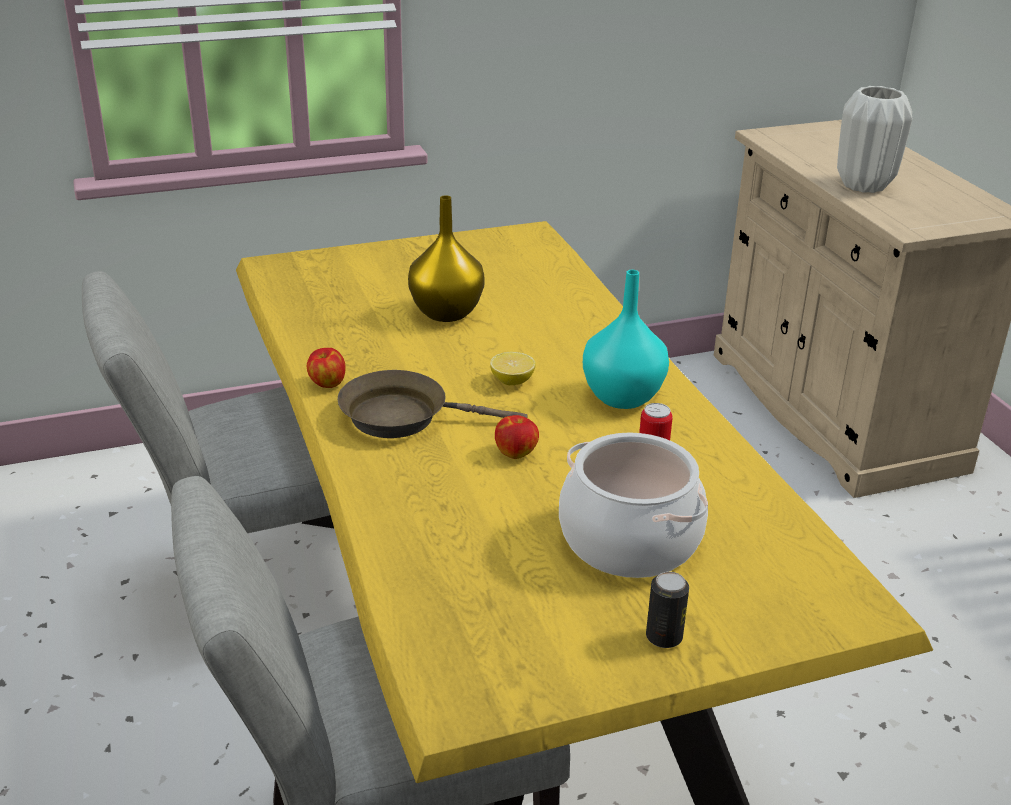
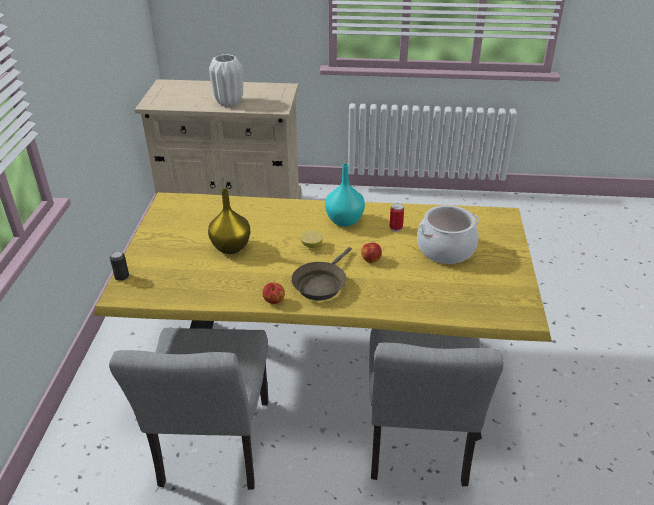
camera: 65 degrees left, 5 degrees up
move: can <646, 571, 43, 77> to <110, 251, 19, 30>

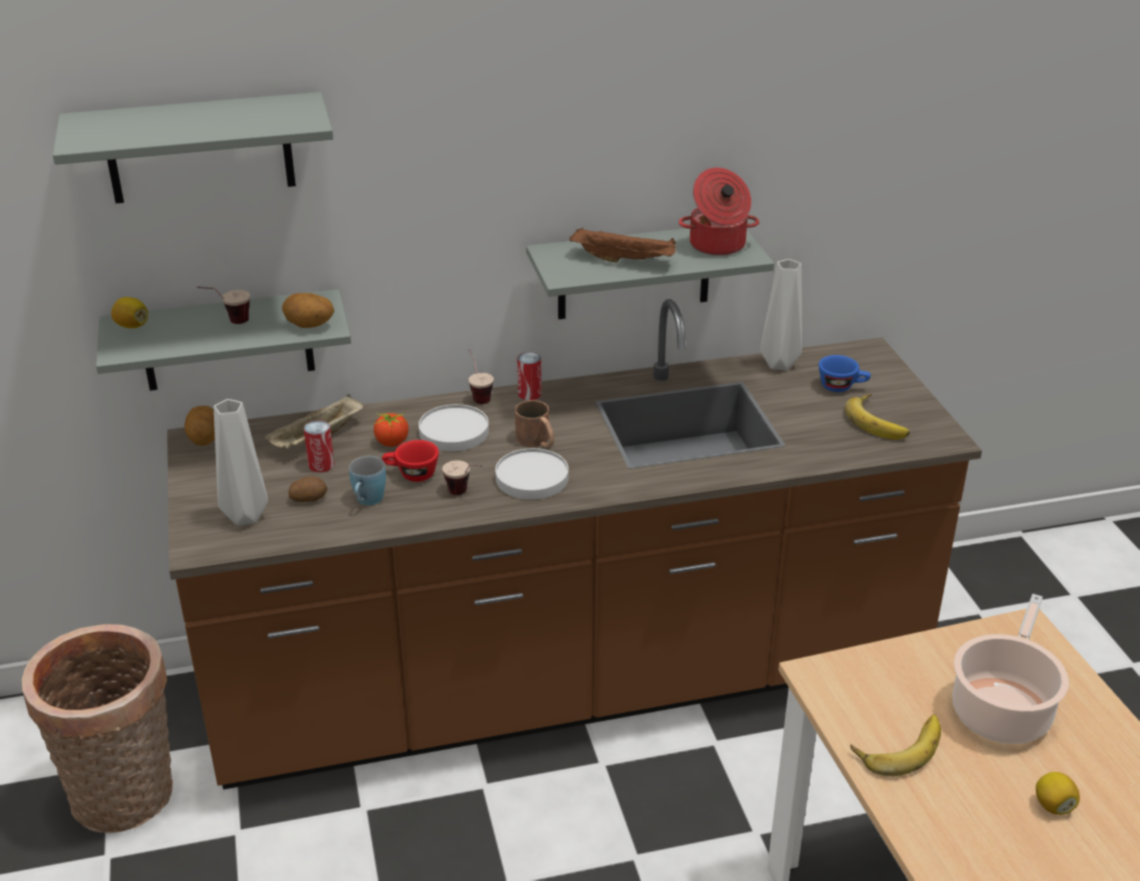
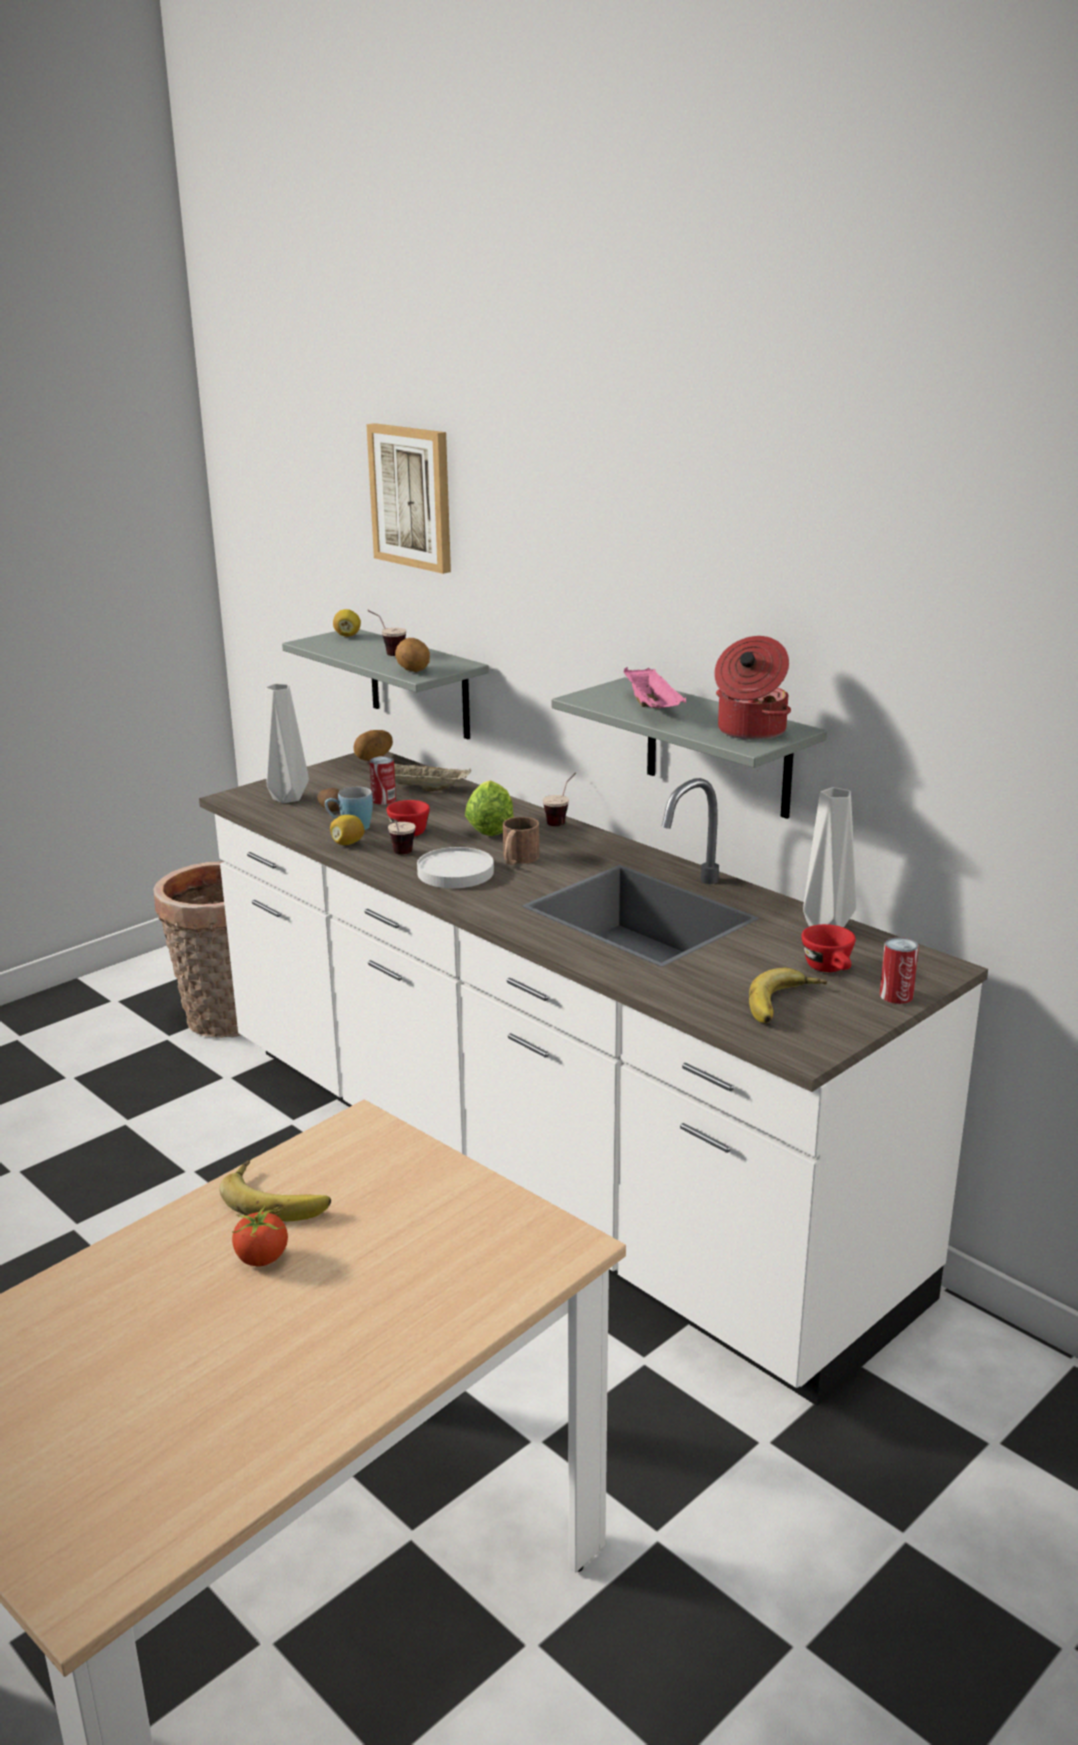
camera: 60 degrees right, 10 degrees down
delete: cooking pot <952, 594, 117, 150>
move: tomato <374, 412, 35, 35> to <232, 1204, 56, 63>; lemon <1036, 772, 44, 43> to <330, 815, 35, 30>; can <517, 352, 25, 48> to <880, 937, 39, 67>
replace: grey shelf <53, 92, 280, 111> to picture <366, 423, 85, 151>; white plate <419, 404, 70, 47> to lettuce <465, 780, 49, 56>
recolor: brown counter <167, 299, 815, 491> to white counter <199, 752, 789, 654>; brown tray <570, 227, 106, 36> to pink tray <624, 667, 62, 41>; blue cup <819, 355, 52, 37> to red cup <801, 924, 55, 48>

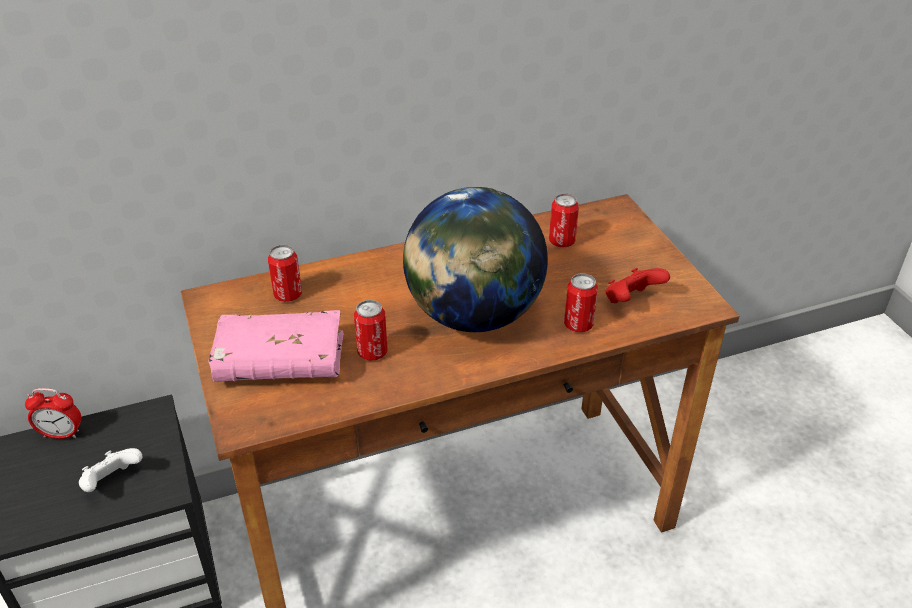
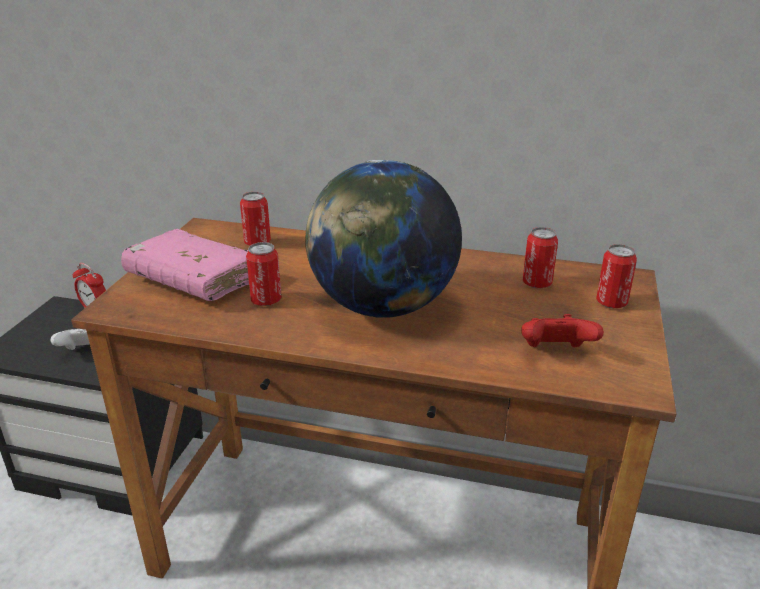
camera: 35 degrees right, 10 degrees down
move: can <564, 273, 34, 59> to <596, 244, 41, 64>

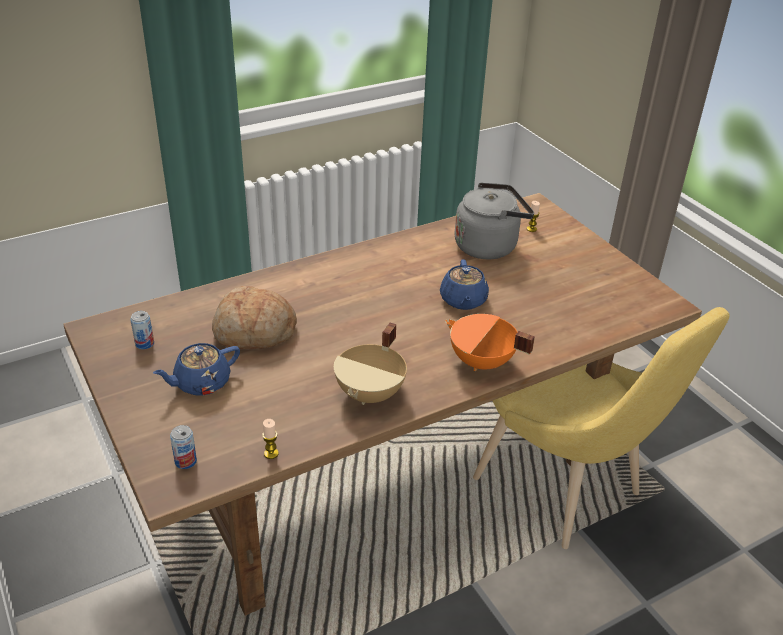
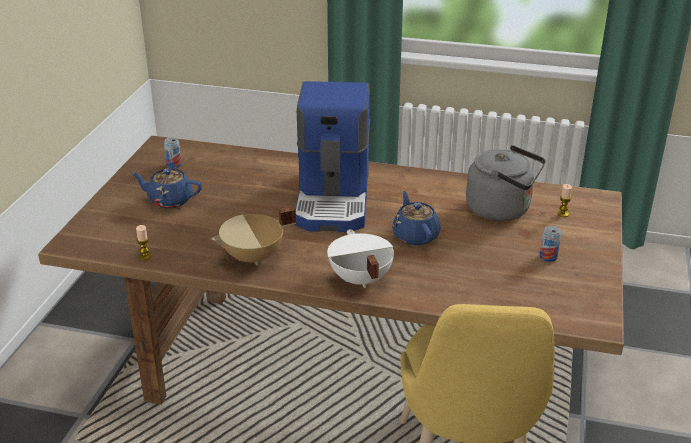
camera: 45 degrees right, 5 degrees down
delete: bread <212, 286, 85, 63>
insert: coffee machine <295, 81, 75, 151>
move: can <170, 425, 27, 44> to <540, 225, 21, 37>
recolor: orange cooking pot <445, 314, 90, 57> to white cooking pot <327, 229, 67, 59>
rotate: blue teapot <440, 259, 49, 51> = <392, 191, 49, 54> 120 degrees clockwise

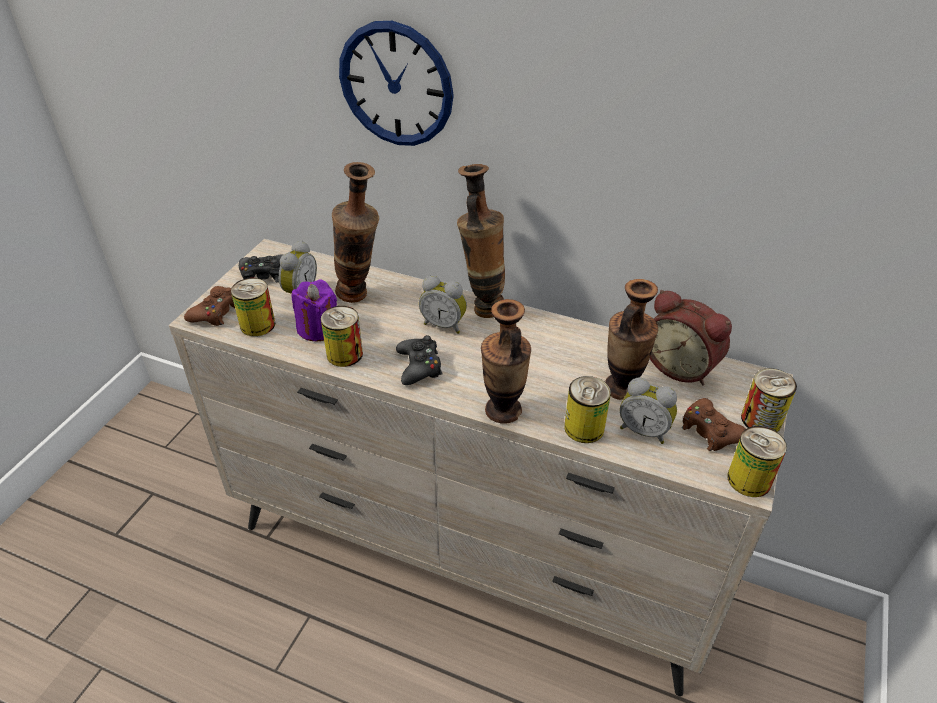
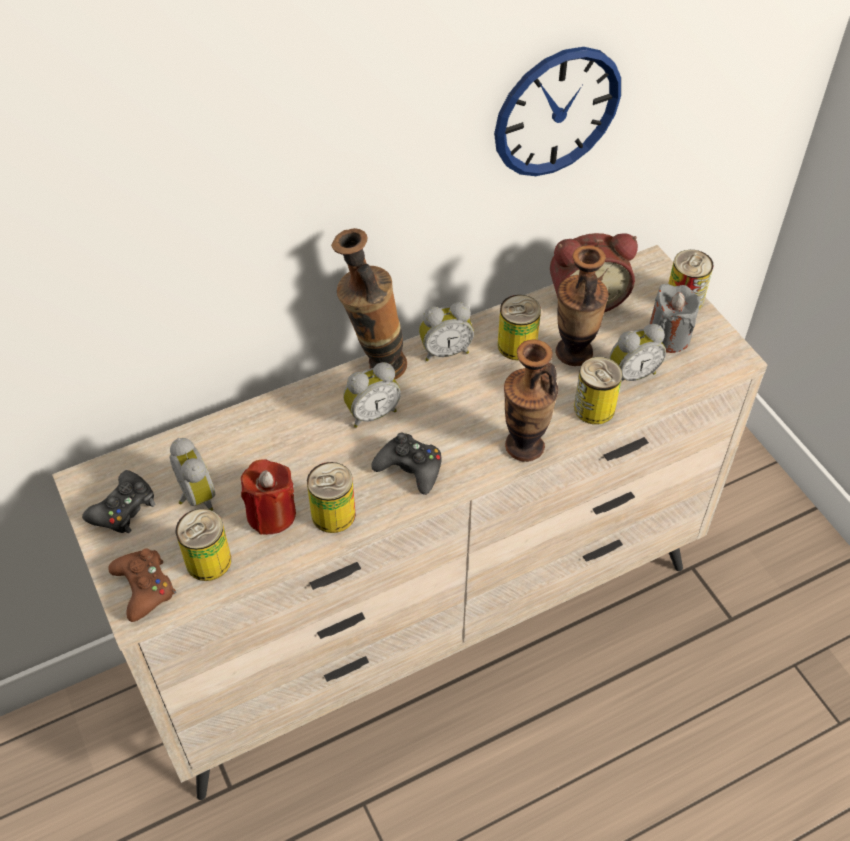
camera: 50 degrees left, 10 degrees up
delete: vase <332, 162, 47, 141>
insert: alarm clock <419, 302, 55, 59>
move: wall clock <339, 21, 115, 125> to <494, 47, 127, 129>; can <727, 426, 60, 71> to <498, 295, 43, 65>
replace: brown game controller <682, 398, 64, 53> to grey candle <649, 284, 51, 69>
recolor: purple candle <292, 279, 45, 62> to red candle <241, 459, 55, 76>

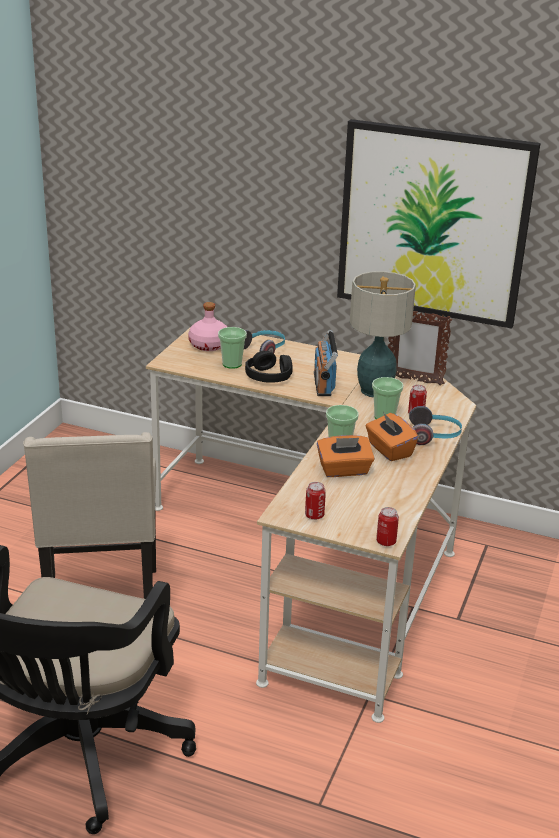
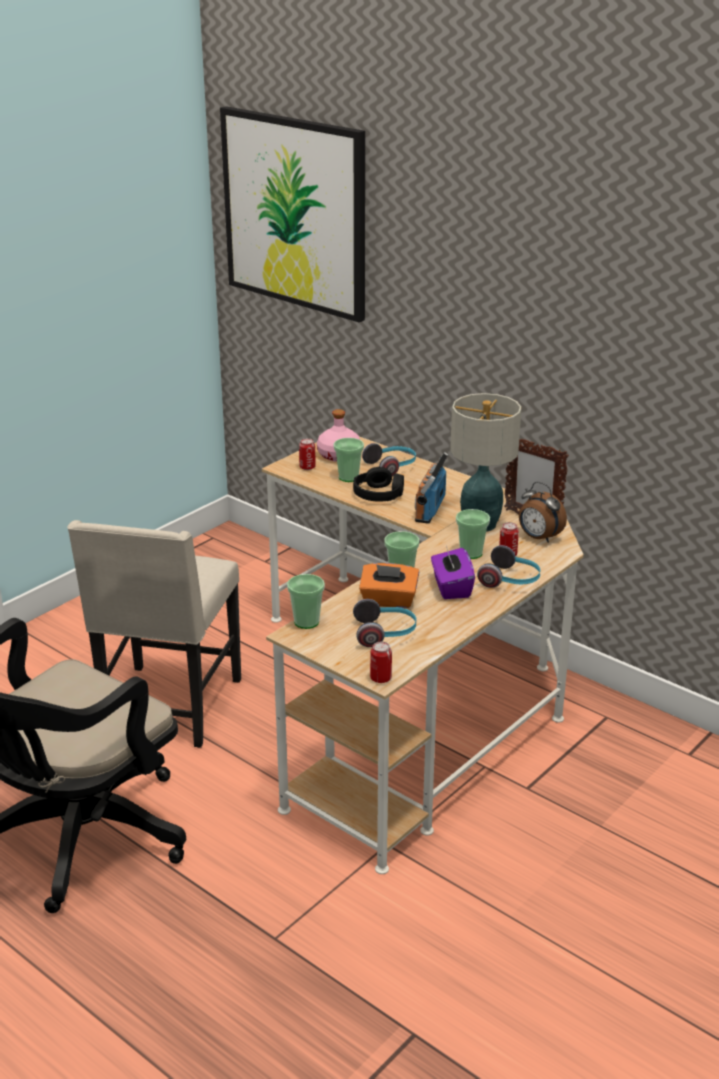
camera: 20 degrees right, 0 degrees up
insert: cup <287, 574, 38, 55>; headphones <353, 599, 63, 48>; alarm clock <519, 482, 48, 61>
move: picture <337, 119, 204, 210> to <220, 106, 145, 216>; can <305, 482, 21, 38> to <299, 438, 17, 32>
recolor: orange tissue box <366, 412, 52, 49> to purple tissue box <431, 546, 44, 53>

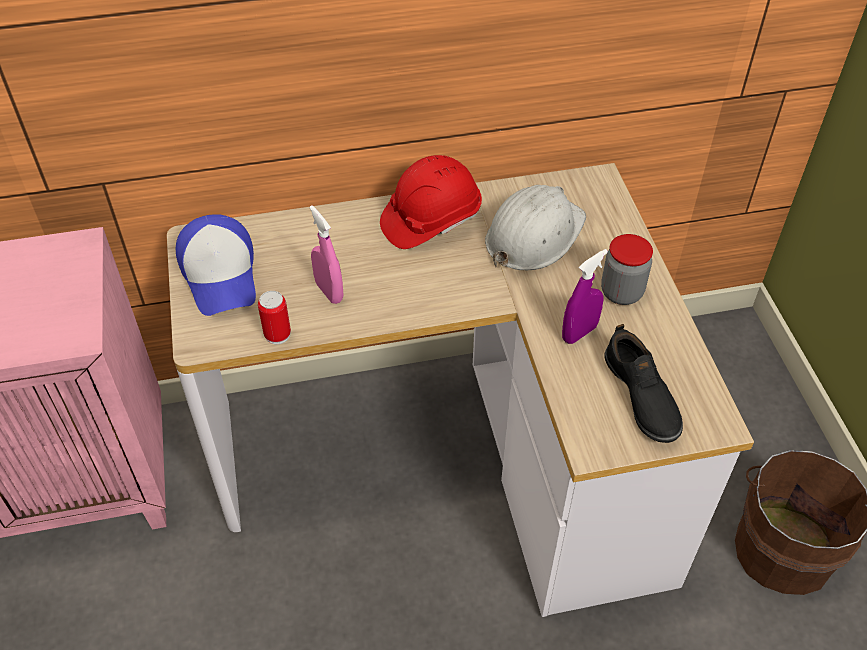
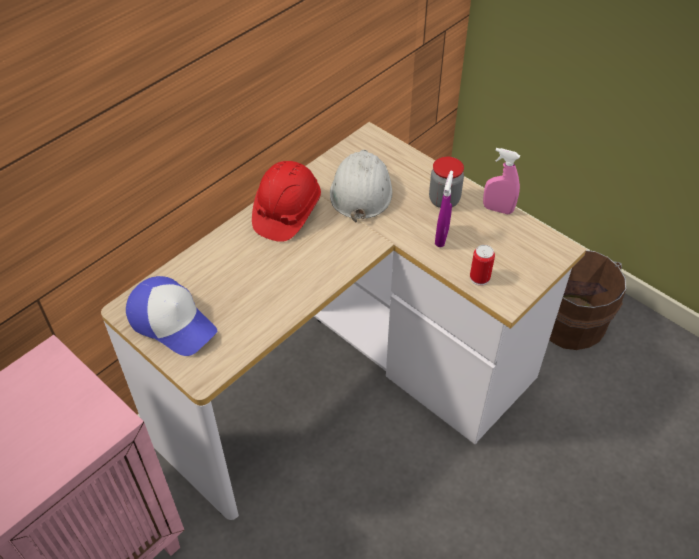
camera: 35 degrees left, 0 degrees up
delete: black shoe <604, 324, 79, 119>
move: can <258, 291, 33, 53> to <470, 245, 25, 41>; pink spray bottle <309, 206, 34, 98> to <483, 148, 37, 66>

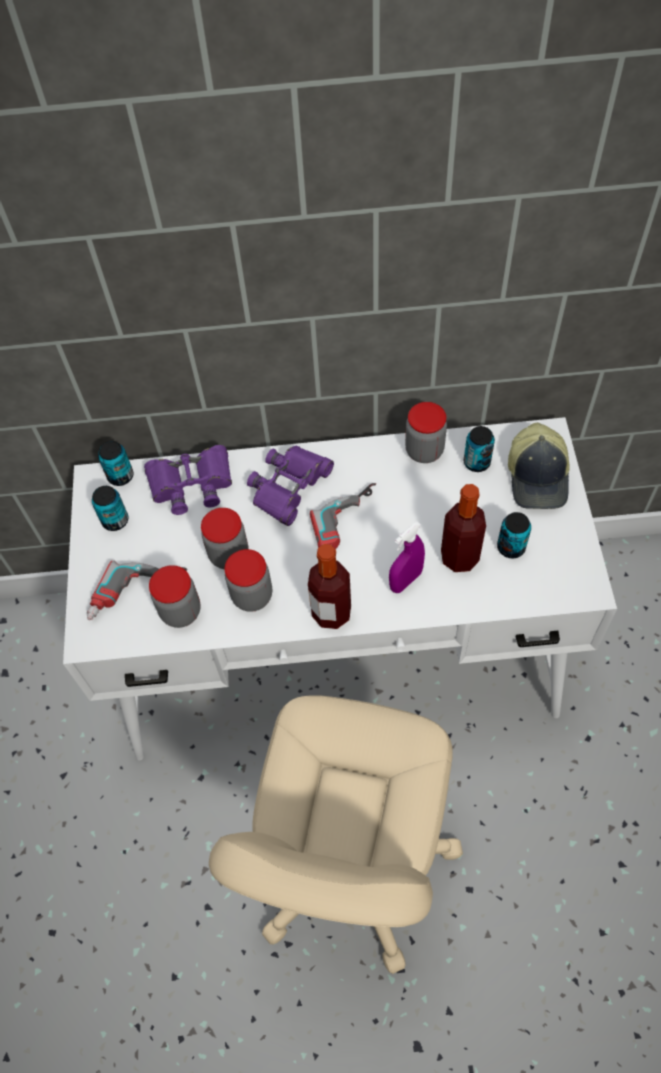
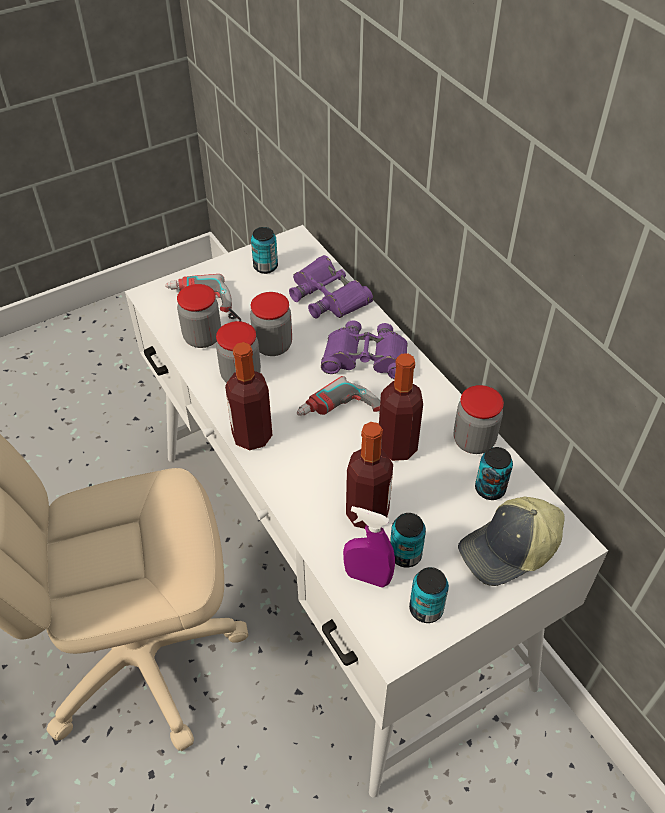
camera: 60 degrees right, 10 degrees down
insert: bottle <379, 353, 44, 108>
move: purple spray bottle <389, 522, 36, 71> to <343, 506, 52, 82>; can <98, 441, 35, 45> to <409, 567, 40, 56>

